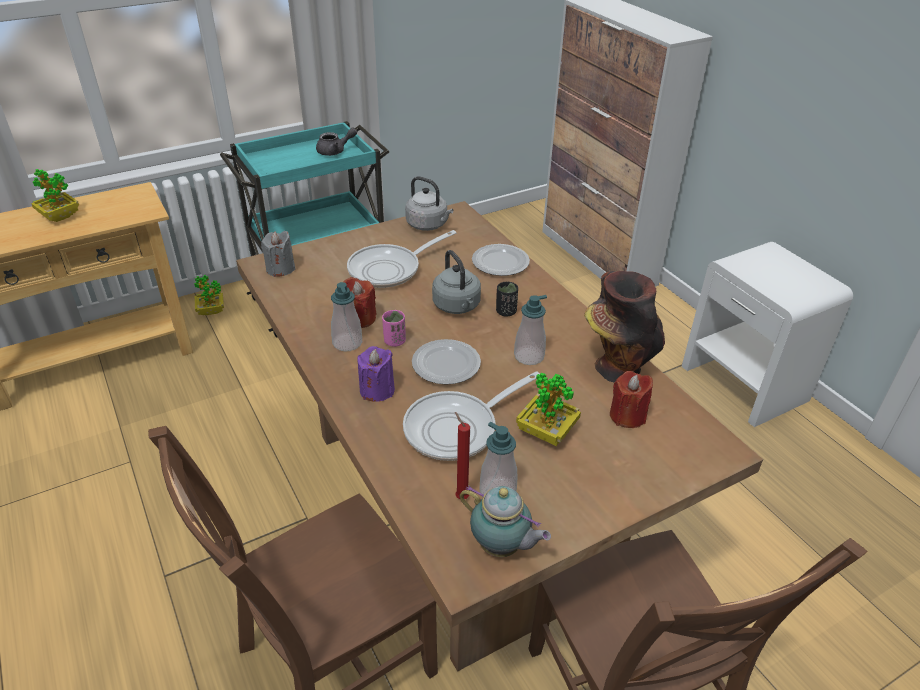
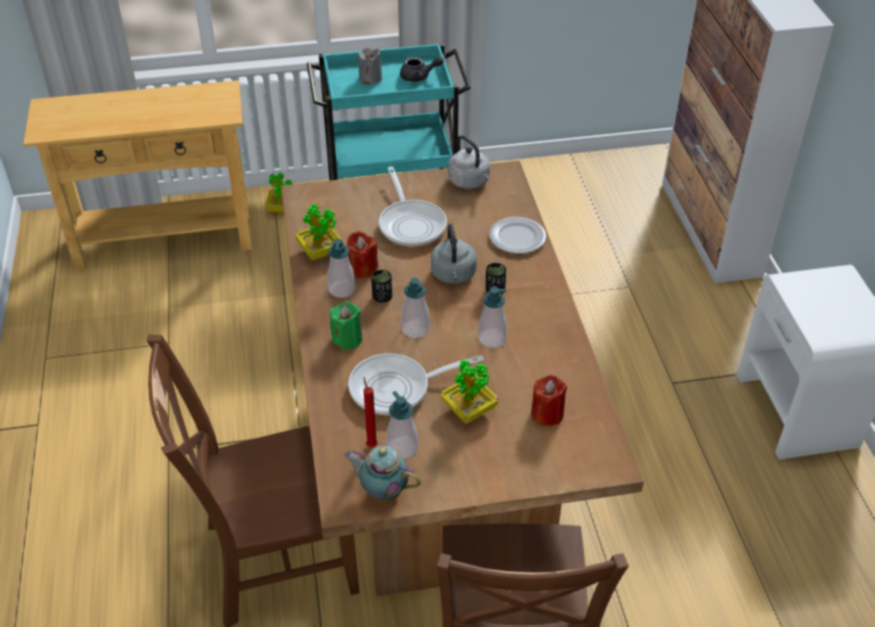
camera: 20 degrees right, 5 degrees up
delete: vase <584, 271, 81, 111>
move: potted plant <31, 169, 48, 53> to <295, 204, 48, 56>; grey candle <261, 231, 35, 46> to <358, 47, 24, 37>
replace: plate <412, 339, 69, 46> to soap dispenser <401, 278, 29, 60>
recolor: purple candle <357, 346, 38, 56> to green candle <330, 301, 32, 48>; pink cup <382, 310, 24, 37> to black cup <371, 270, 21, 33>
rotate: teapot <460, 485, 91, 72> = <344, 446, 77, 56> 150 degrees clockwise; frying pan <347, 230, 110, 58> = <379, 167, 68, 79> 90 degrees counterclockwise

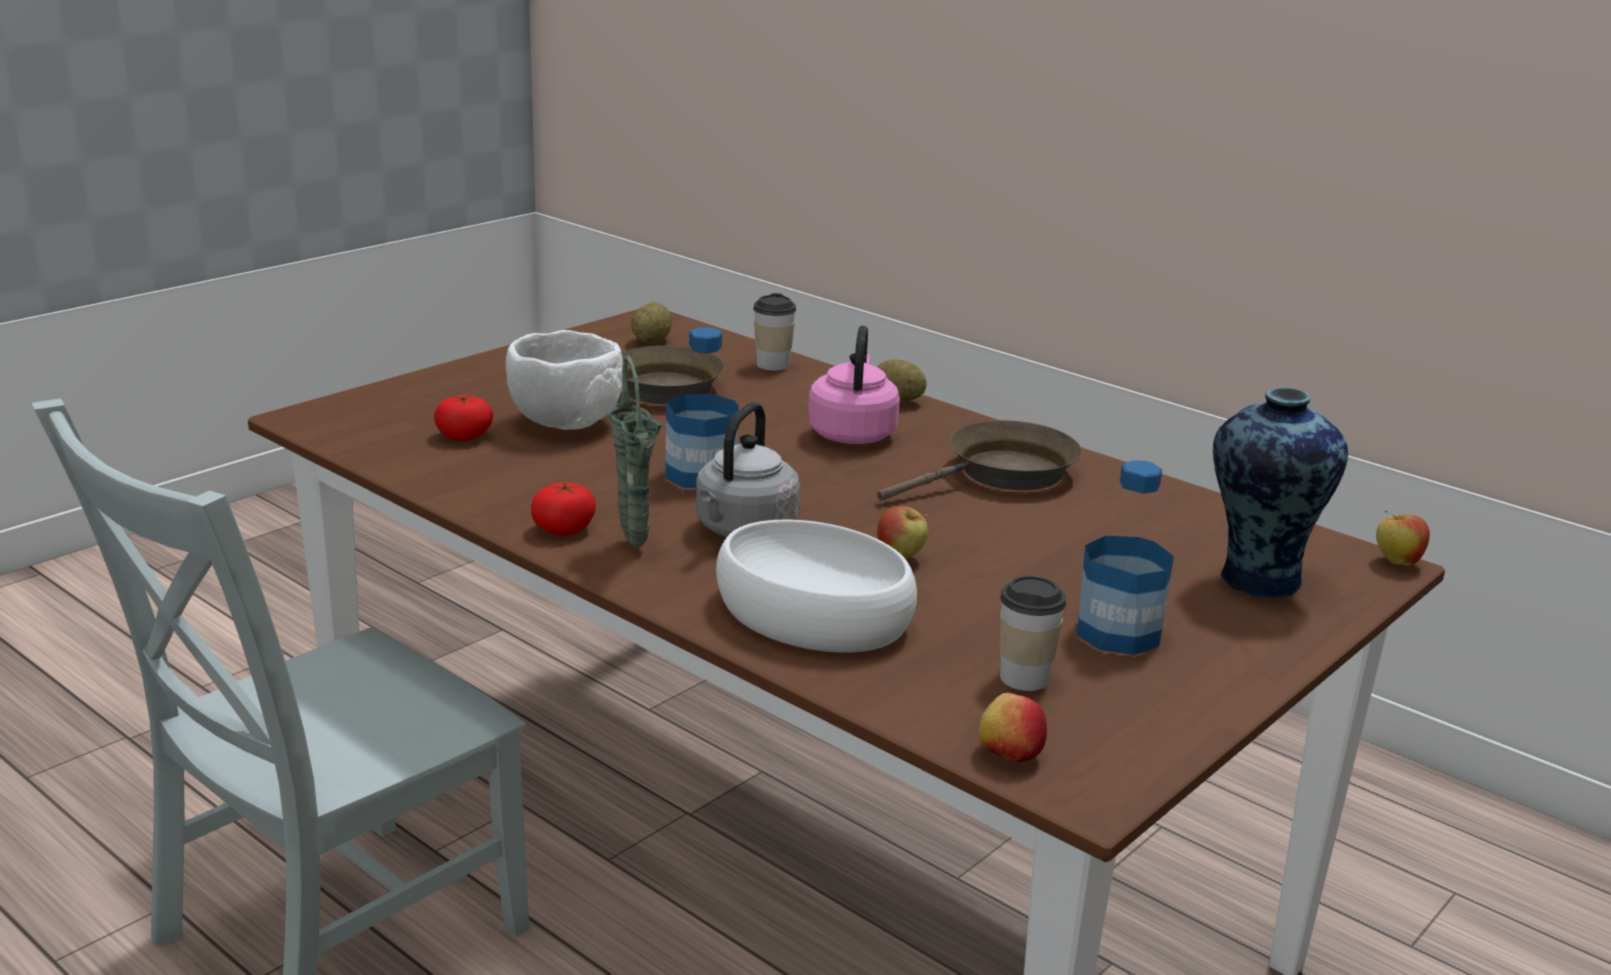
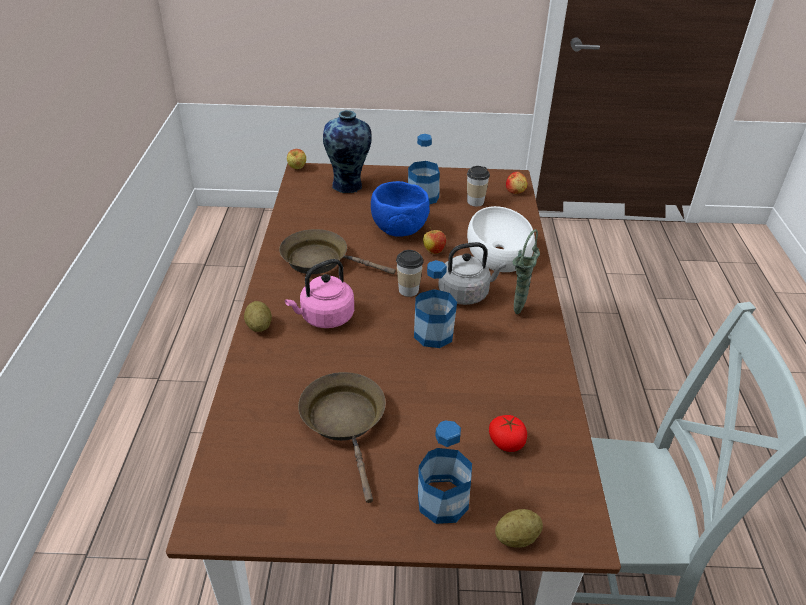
camera: 130 degrees left, 15 degrees up
delete: white bowl <506, 330, 117, 100>; tomato <531, 482, 65, 54>
insert: blue bowl <371, 181, 59, 56>; bottle <418, 421, 54, 103>
move: cup <753, 293, 43, 78> to <396, 250, 28, 47>; potato <631, 302, 41, 41> to <495, 509, 48, 39>

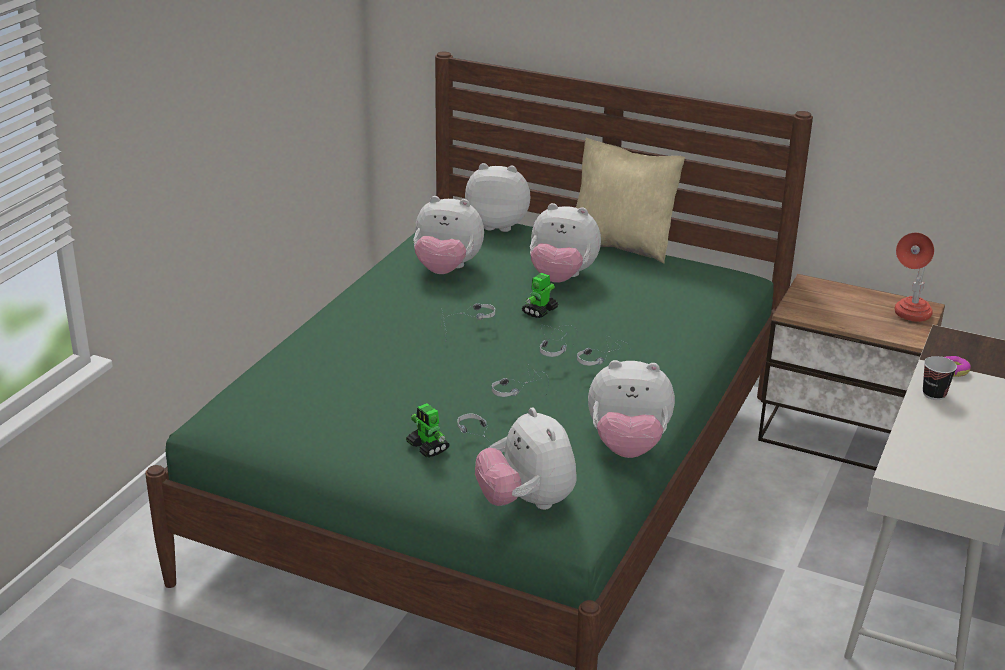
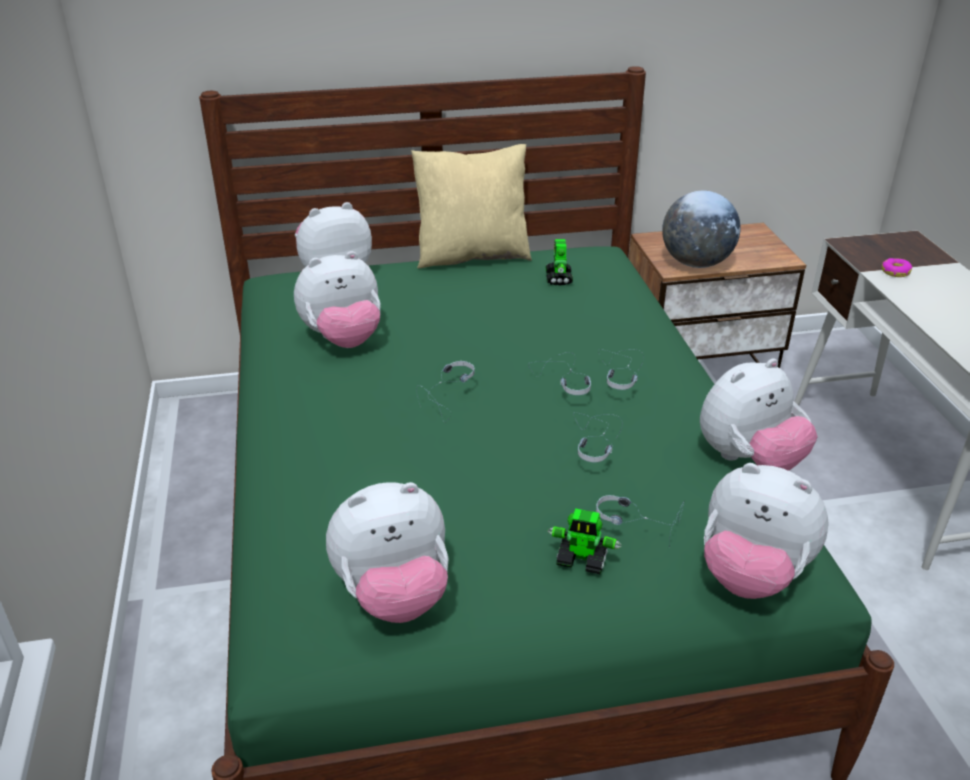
camera: 35 degrees left, 5 degrees up
delete: red table lamp <895, 233, 39, 89>; cup <923, 356, 34, 44>
insert: globe <662, 191, 79, 77>
move: plush toy <530, 203, 71, 80> to <326, 482, 122, 141>; toy robot <522, 273, 37, 45> to <546, 239, 27, 47>

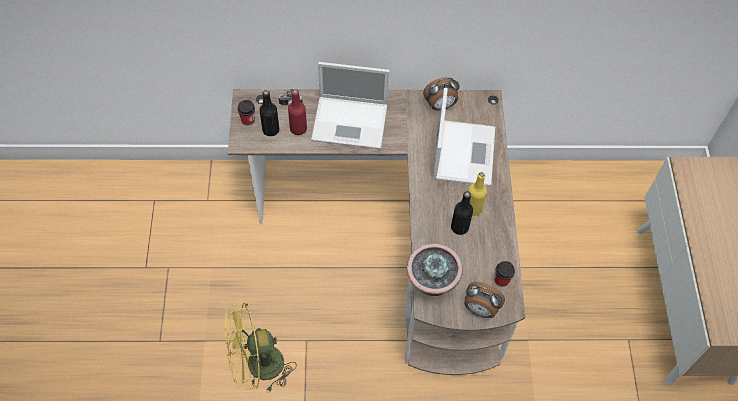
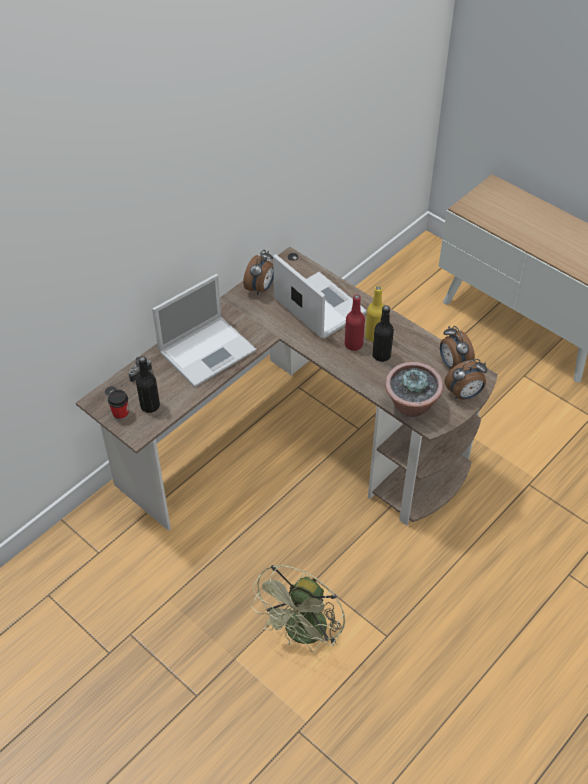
camera: 45 degrees left, 10 degrees down
move: red bottle <288, 89, 19, 46> to <345, 295, 20, 56>
replace: cup <495, 261, 20, 26> to alarm clock <440, 326, 35, 43>
recolor: yellow fan <225, 302, 72, 92> to green fan <251, 565, 94, 87>

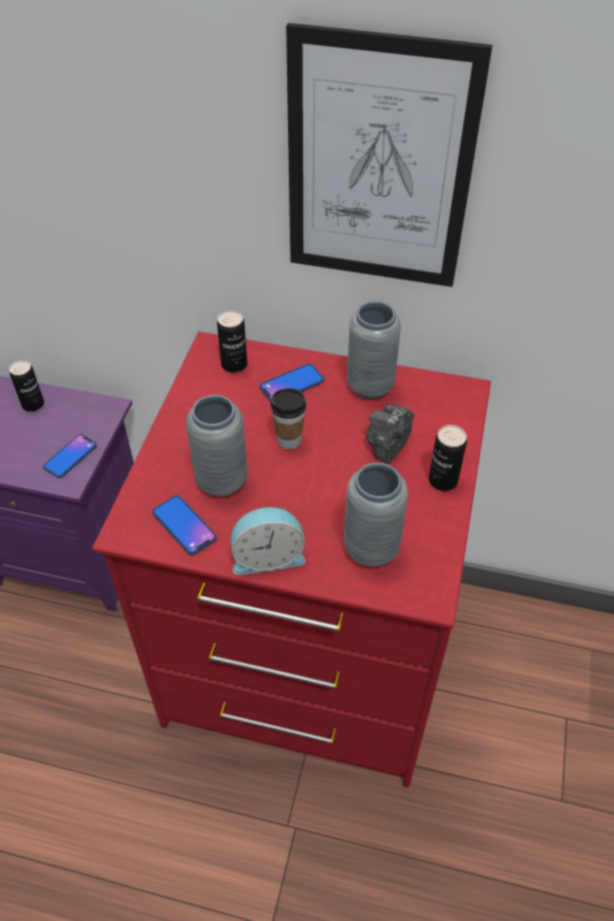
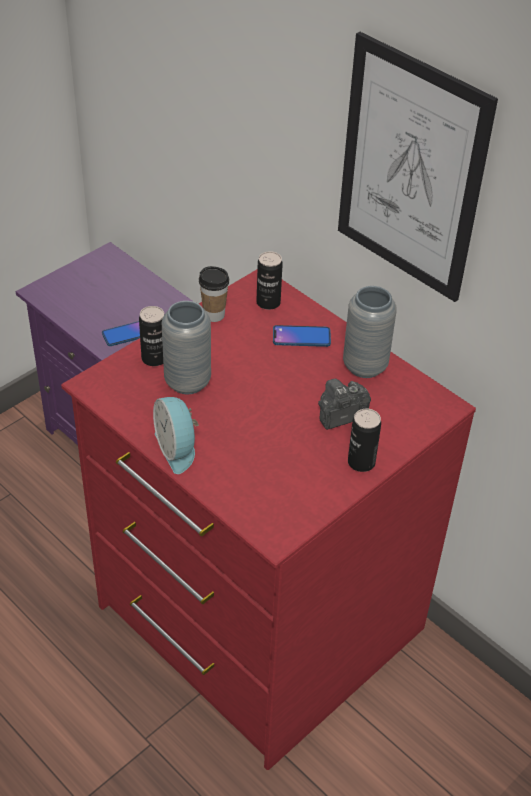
camera: 30 degrees right, 5 degrees down
delete: phone <152, 495, 65, 60>; grey vase <344, 463, 64, 104>
move: can <9, 360, 35, 52> to <139, 306, 25, 60>; cup <270, 388, 36, 61> to <199, 266, 30, 56>
rotate: alarm clock <231, 507, 74, 68> = <153, 397, 46, 77> 45 degrees clockwise

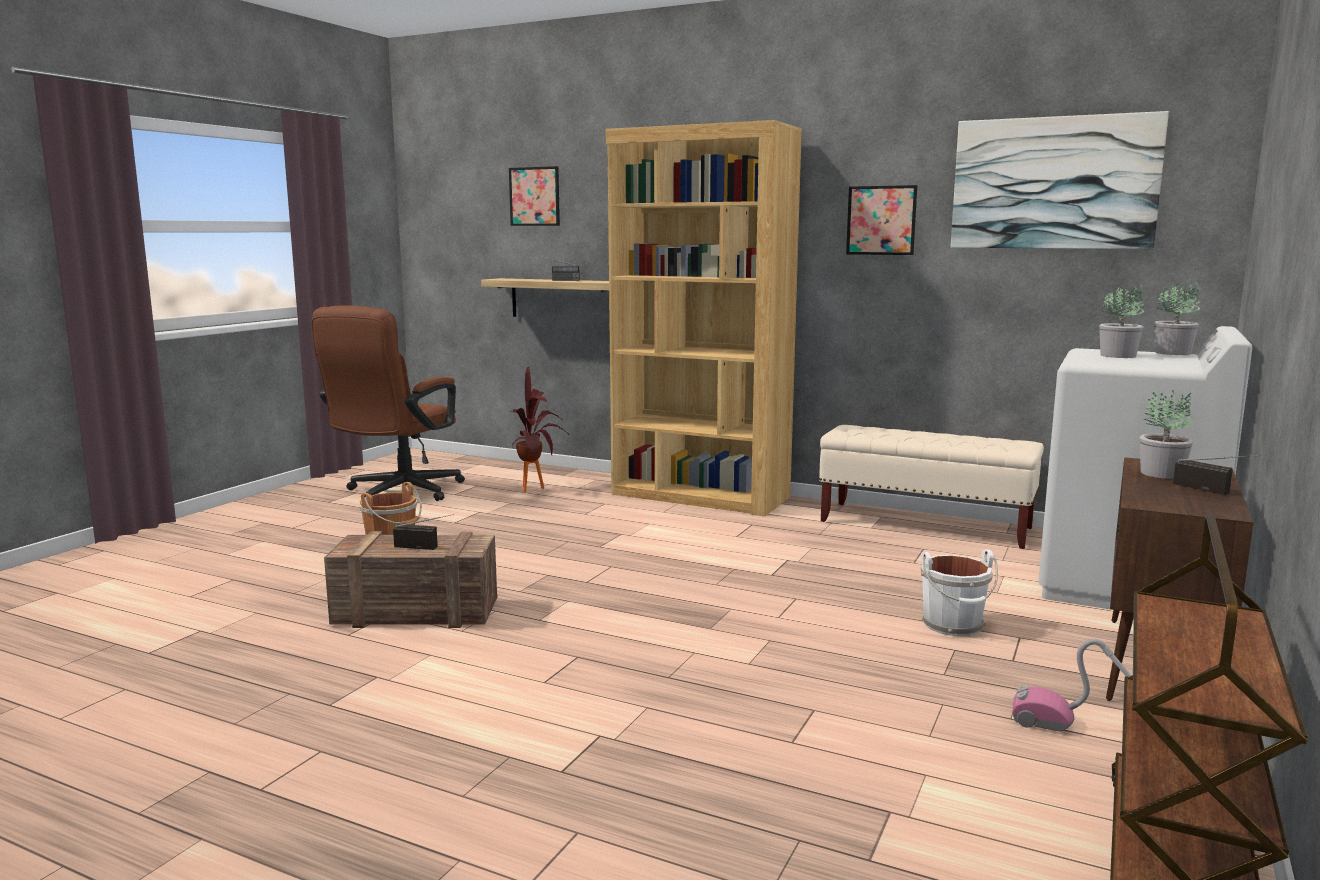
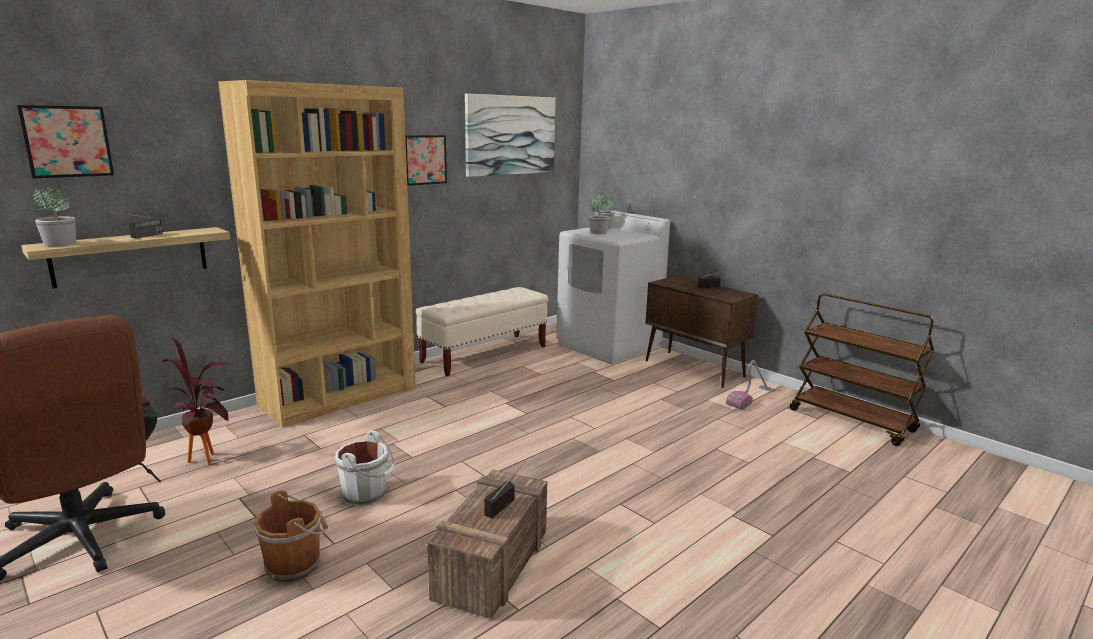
camera: 70 degrees left, 5 degrees up
move: potted plant <1140, 390, 53, 89> to <33, 185, 43, 61>; white bucket <921, 549, 77, 87> to <335, 430, 60, 76>

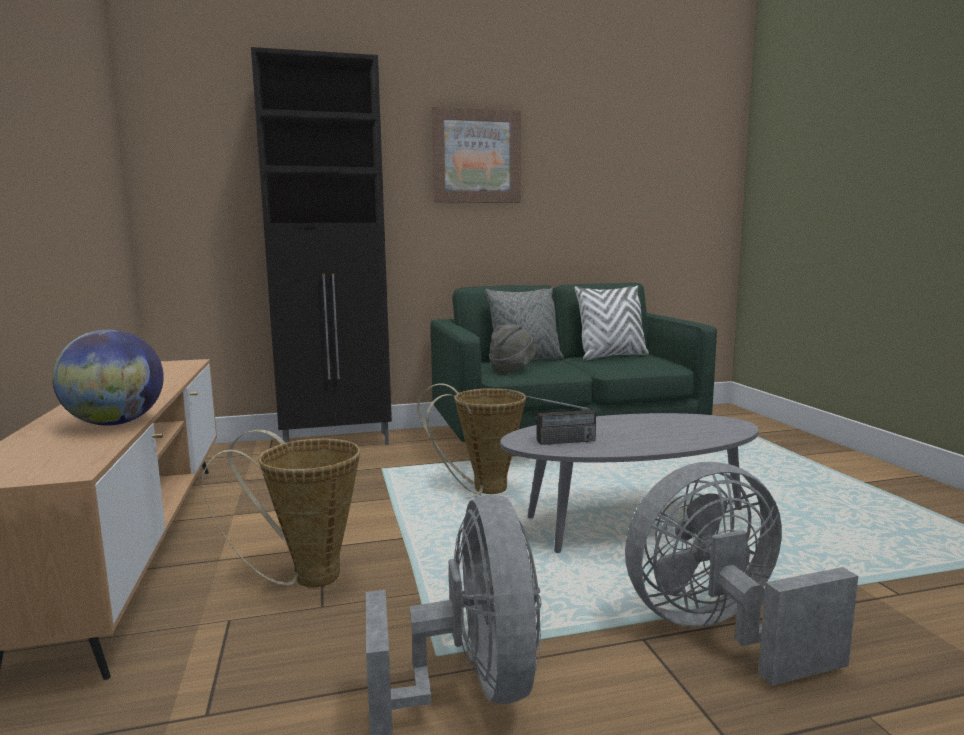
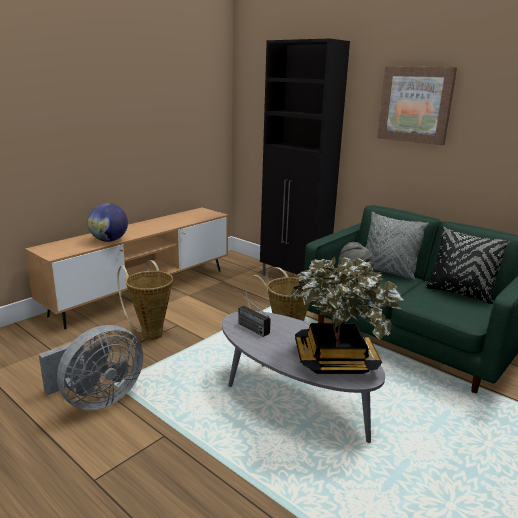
camera: 55 degrees right, 10 degrees up
delete: grey fan <625, 462, 233, 224>
insert: potted plant <289, 256, 115, 118>
recolor: white pillow <574, 285, 75, 76> to black pillow <425, 227, 85, 77>

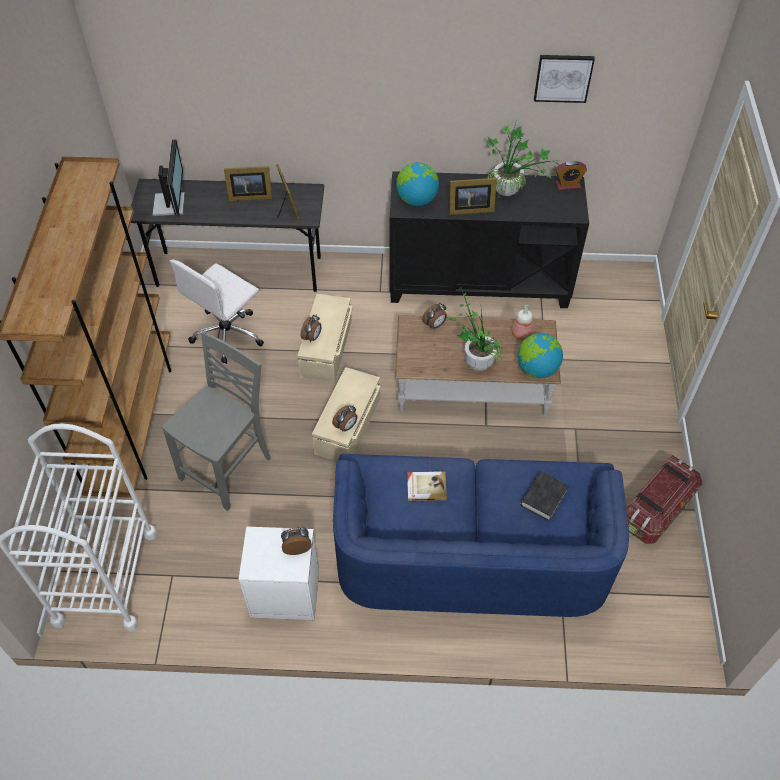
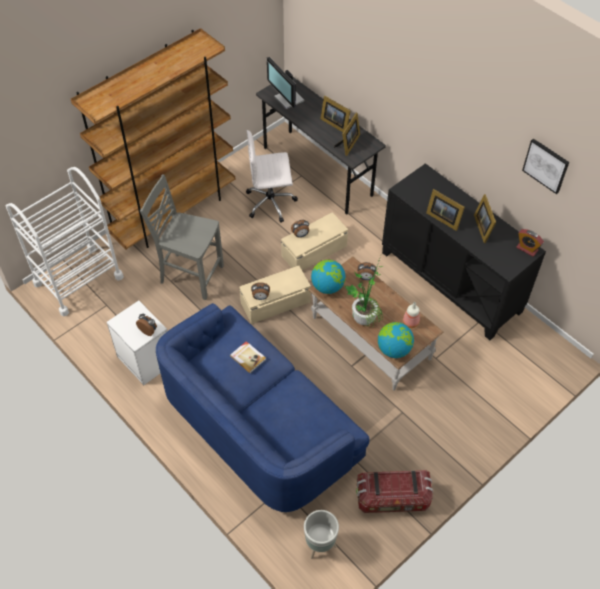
camera: 45 degrees right, 0 degrees up
delete: black book <520, 471, 49, 50>
insert: grey planter <304, 510, 35, 49>
move: globe <396, 162, 43, 44> to <311, 260, 35, 34>
replace: potted plant <487, 119, 74, 81> to picture frame <474, 194, 22, 49>
rotate: grey chair <162, 331, 109, 180> = <140, 174, 84, 126> 150 degrees counterclockwise; monitor <153, 140, 32, 76> = <267, 57, 38, 52> 105 degrees clockwise

